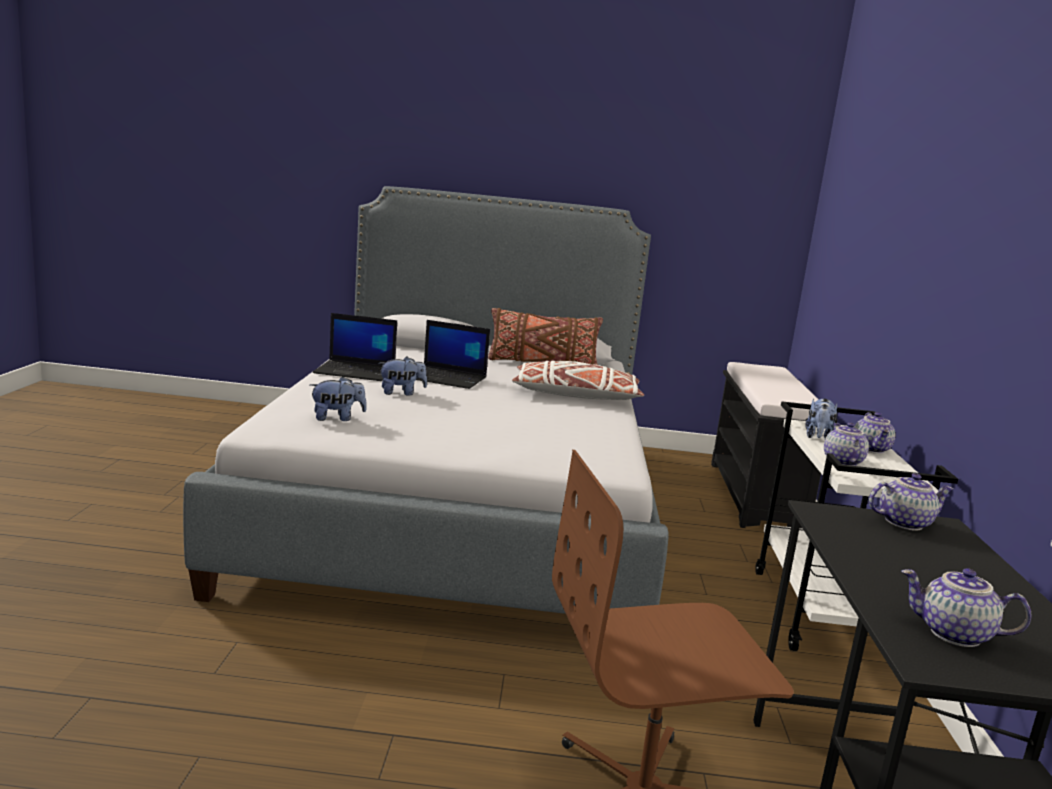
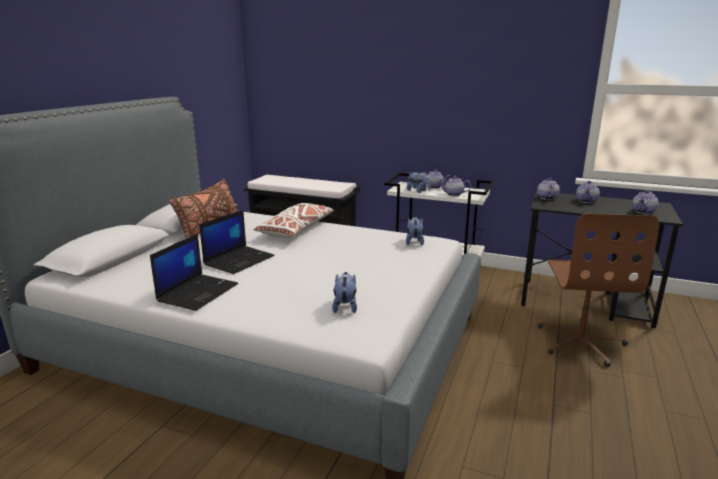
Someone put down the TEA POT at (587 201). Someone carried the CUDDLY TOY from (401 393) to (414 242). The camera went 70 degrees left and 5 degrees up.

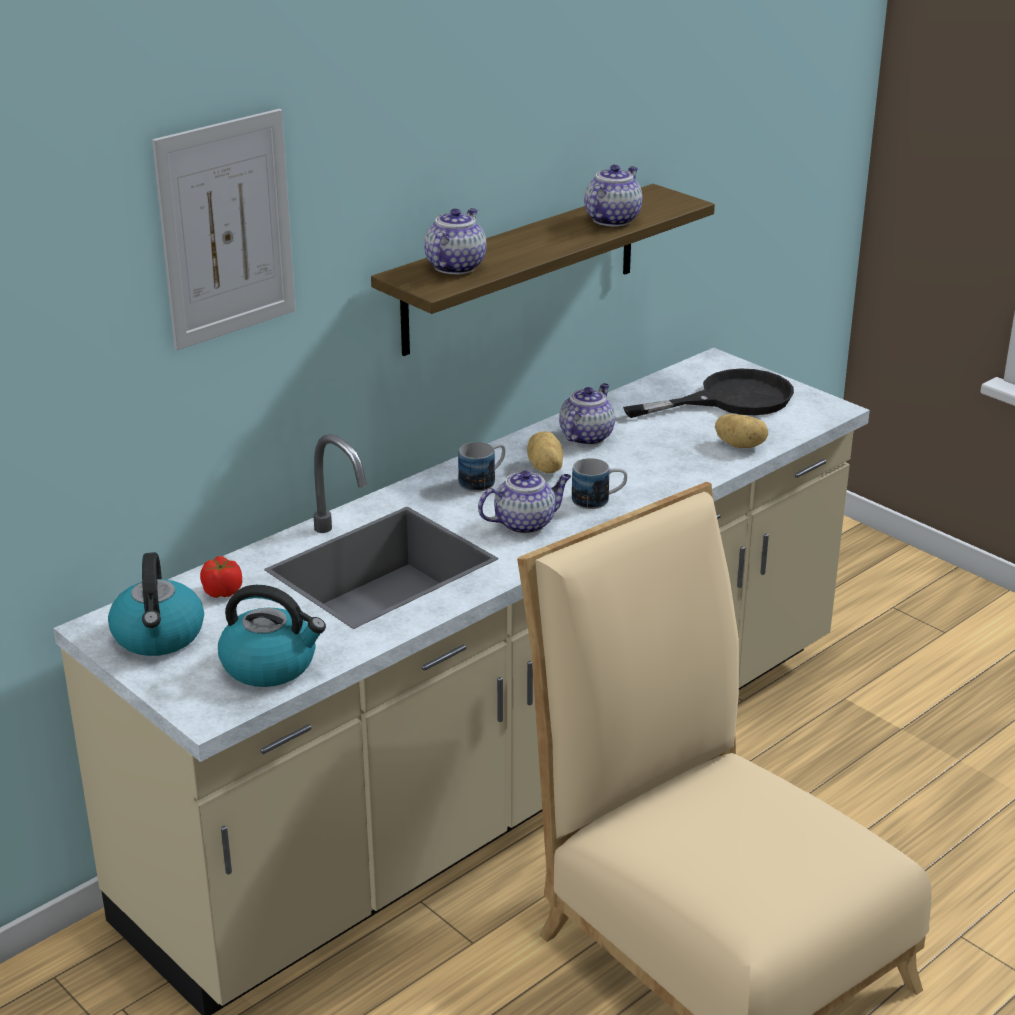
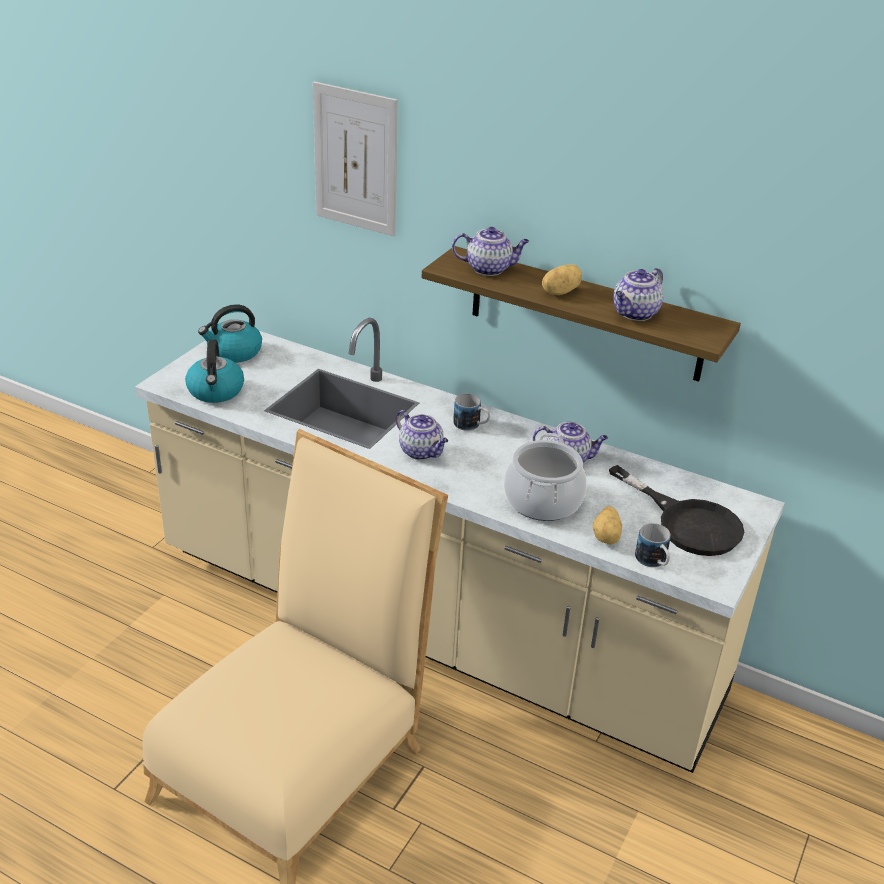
Someone took away the FRESH TOMATO at (222 591). Someone put down the STOCKPOT at (543 501). Someone carried the SPUD from (544 468) to (559 292). Someone carried the COFFEE MUG from (599 500) to (653 562). Someone rotated the TEA POT at (612 219) by 120 degrees clockwise. The camera went 70 degrees right and 5 degrees up.

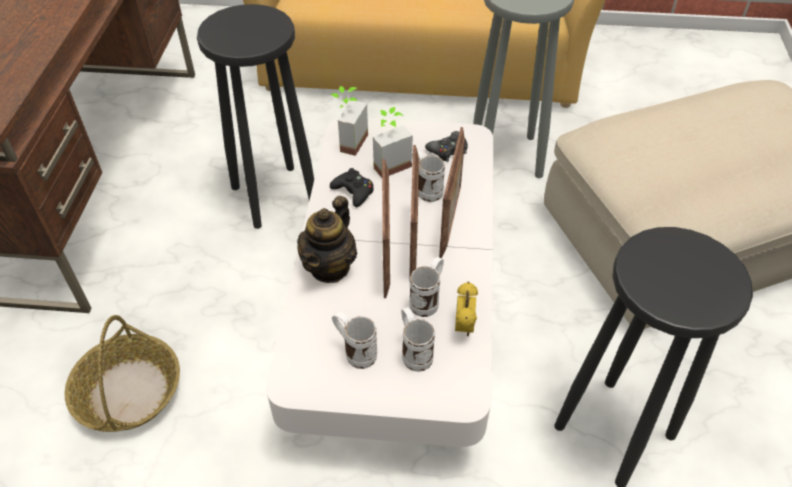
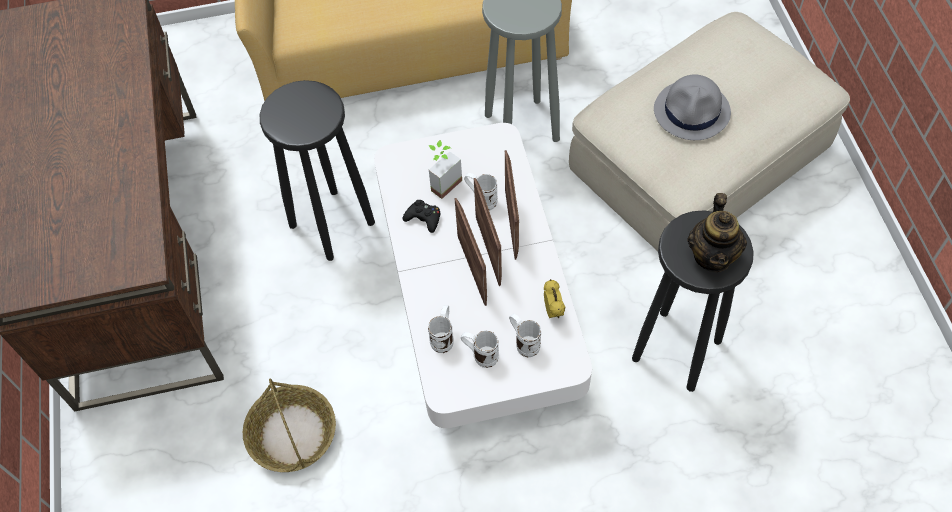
Someone took away the PLANT IN A POT at (347 141). Someone took away the BLACK GAMEPAD at (448 150). Someone put down the GREYISH WEARABLE HAT at (692 111). Someone carried the TEA POT from (330 267) to (712 256). Someone carried the WHITISH COFFEE MUG from (428 300) to (444 337). The camera went 15 degrees left and 10 degrees up.

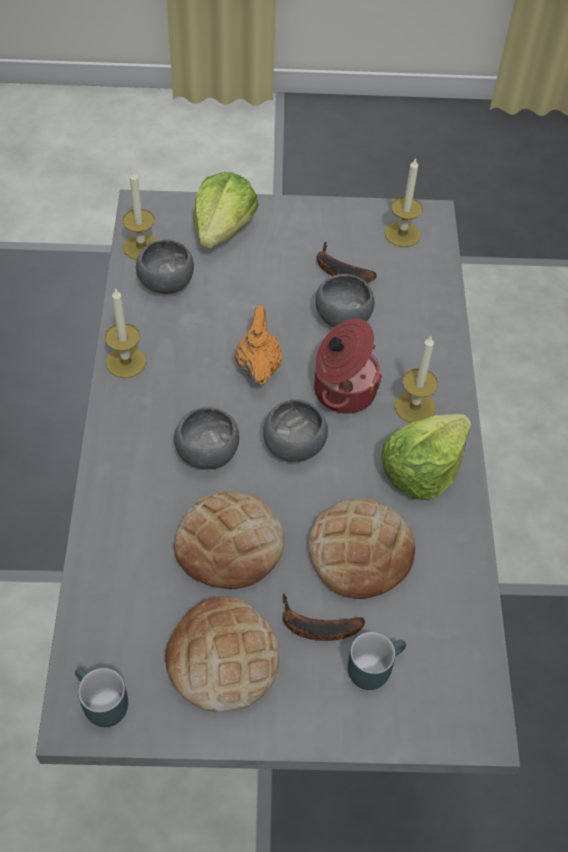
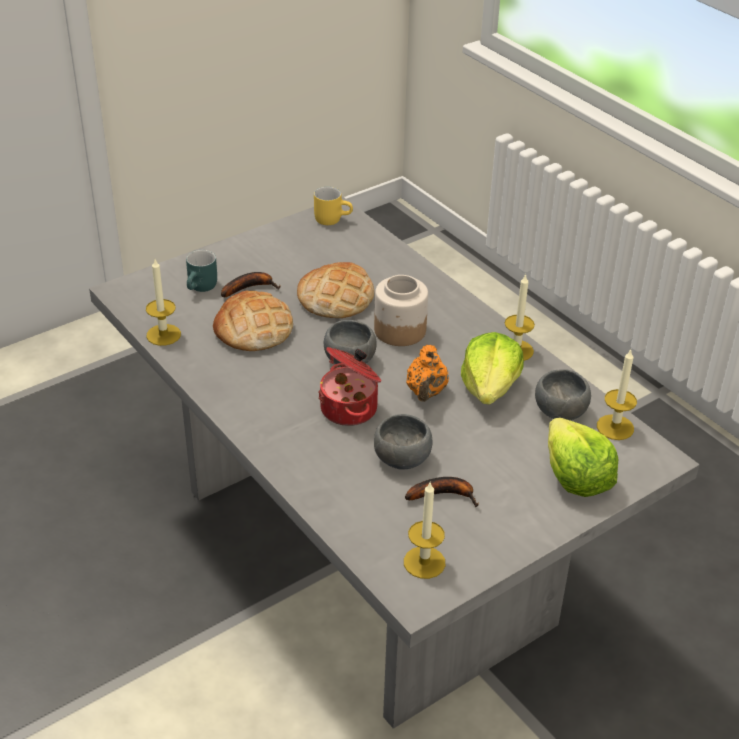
Someone took away the BREAD at (222 658). Someone carried the HEAD OF LETTUCE from (422 469) to (490 388). Someone carried the CANDLE from (414 407) to (163 335). Someone swapped the GREYISH DEEP DISH at (208 454) for the PRESERVE JAR at (399 330). Someone repainted the TURQUOISE-COLOURED COFFEE MUG at (99 705), which became the YELLOW COFFEE MUG at (332 218). Someone rotated the ORANGE TEA POT at (258 366) by 45 degrees clockwise. The camera went 145 degrees right and 15 degrees down.

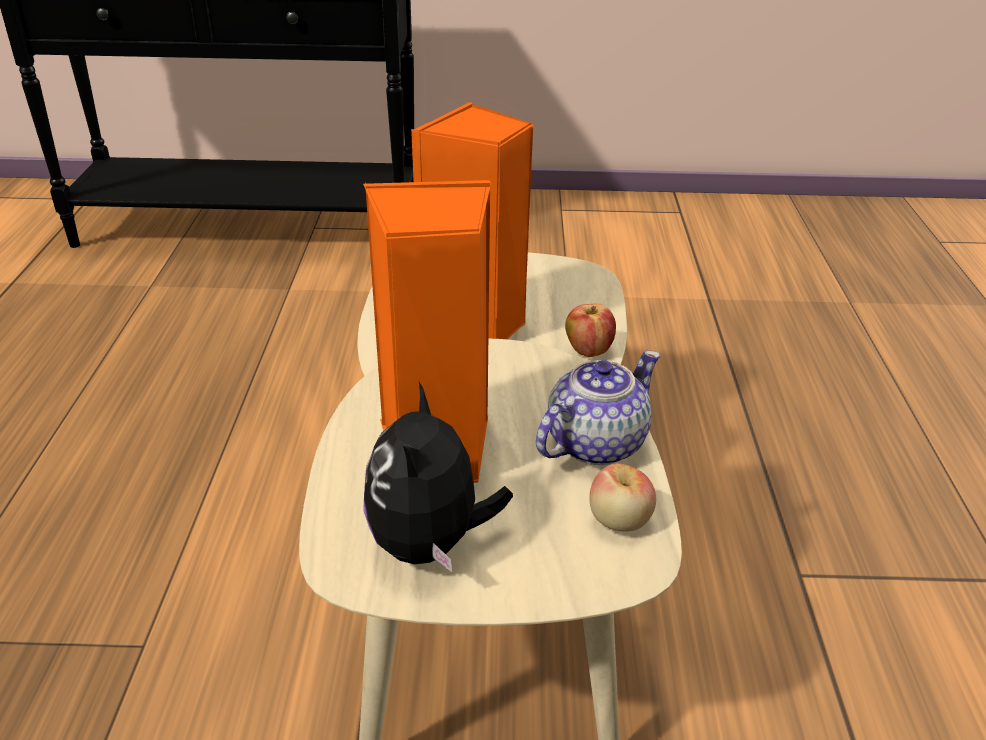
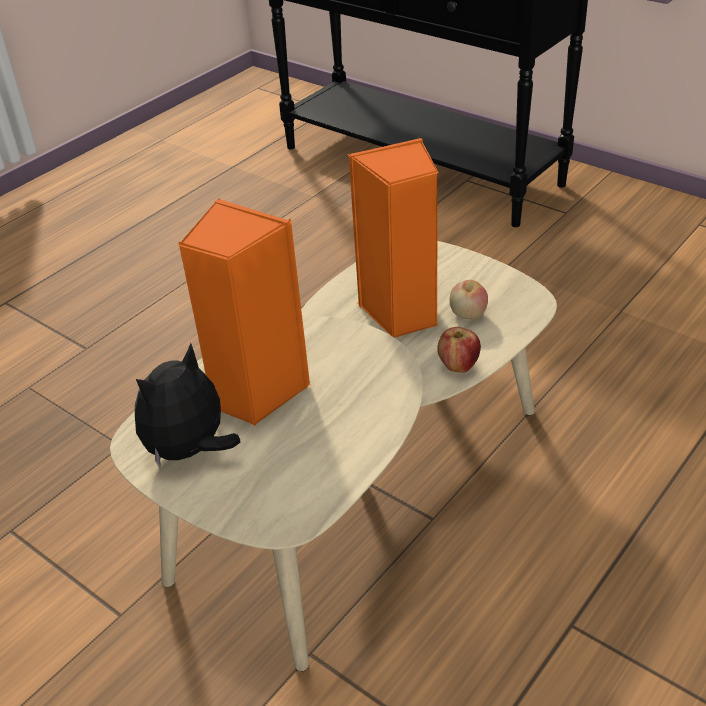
Someone took away the TEA POT at (594 443). Someone carried the WHOLE APPLE from (619 520) to (468 314). The camera went 40 degrees right and 5 degrees up.

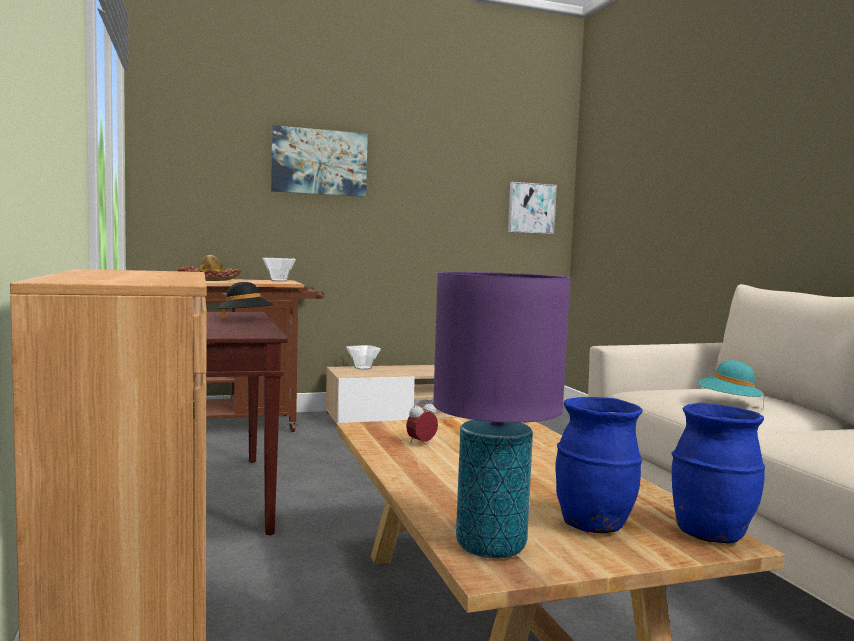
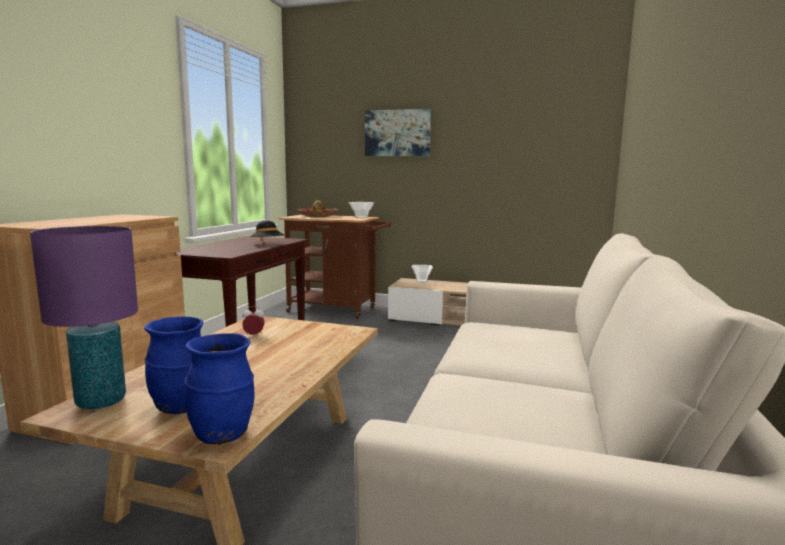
Someone took away the WALL PICTURE at (531 208). Someone took away the TURQUOISE-COLOURED WEARABLE HAT at (728 404). The camera went 35 degrees right and 5 degrees up.

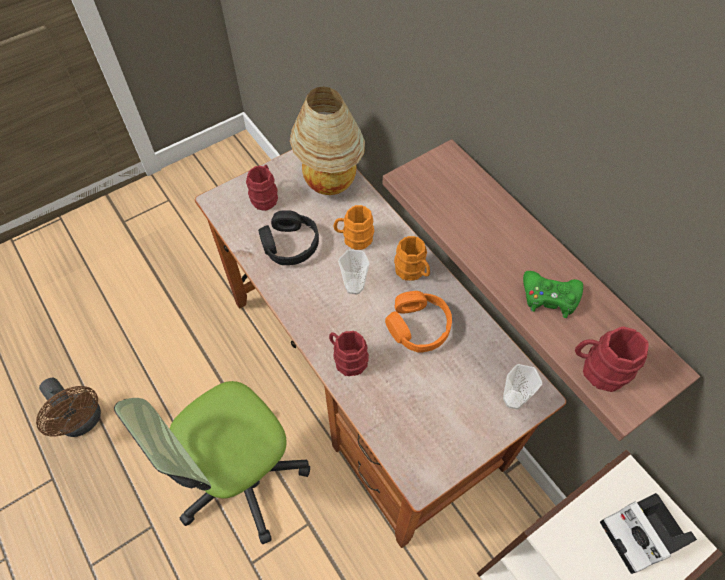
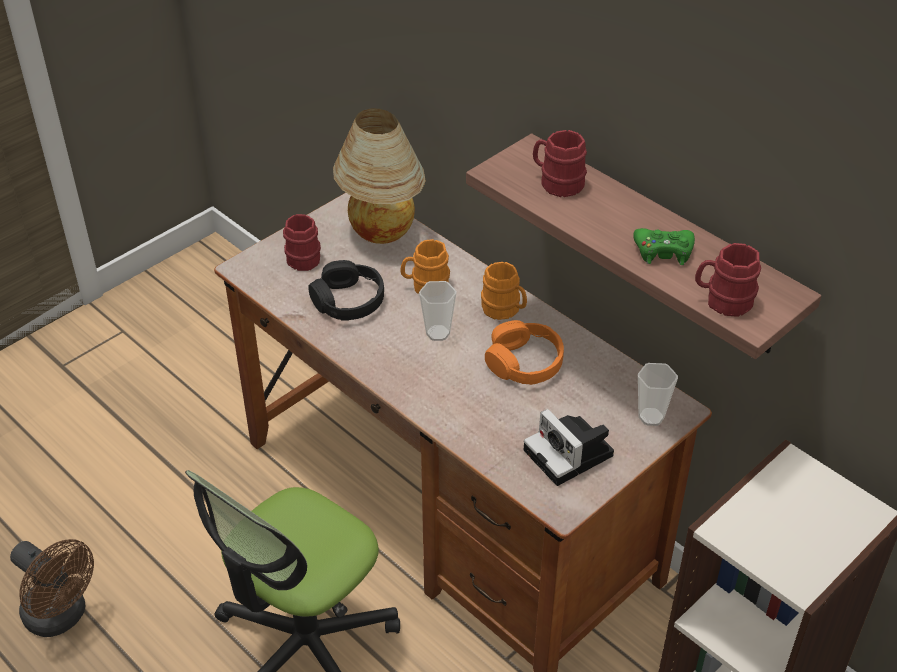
Someone carried the RED COFFEE MUG from (347 359) to (557 183). Someone carried the PHOTO CAMERA from (645 535) to (571 454). The camera went 10 degrees left and 15 degrees down.

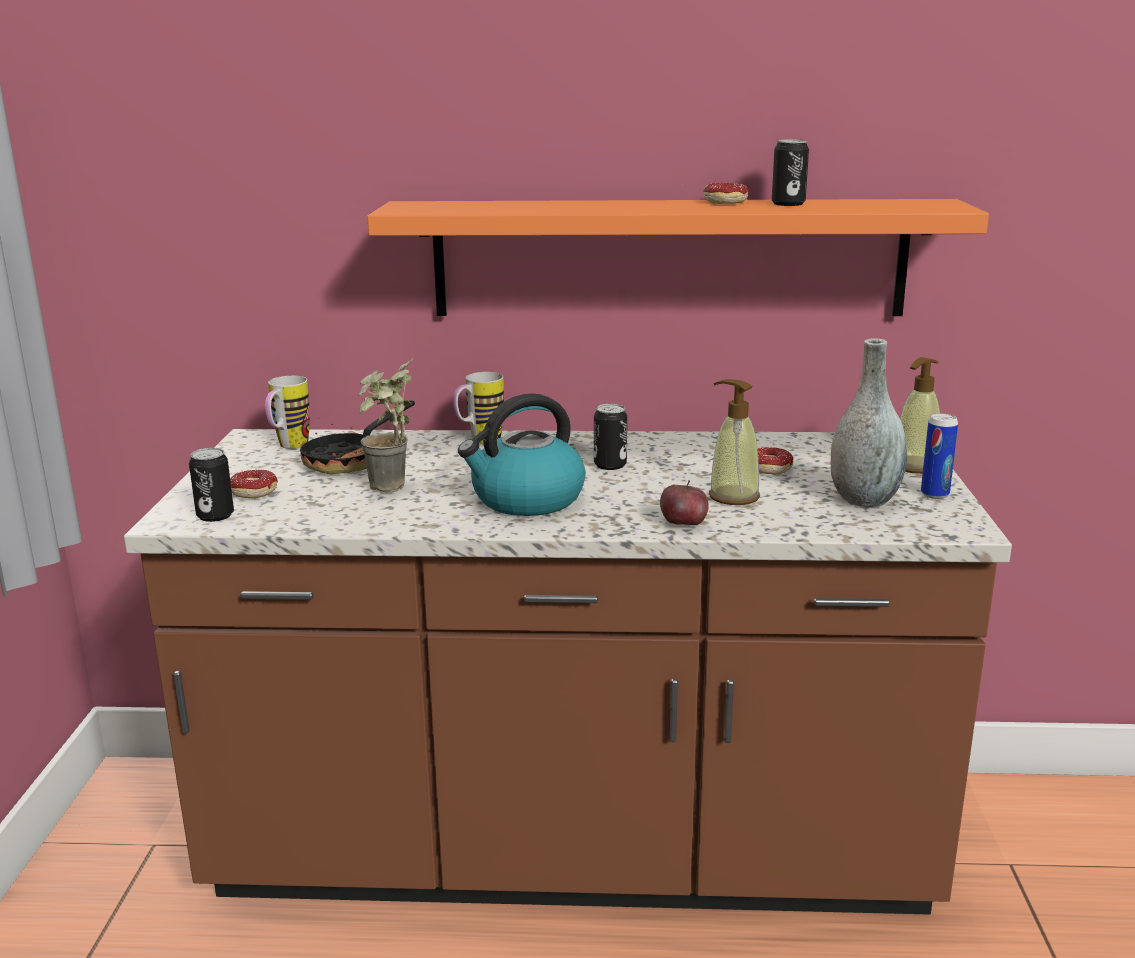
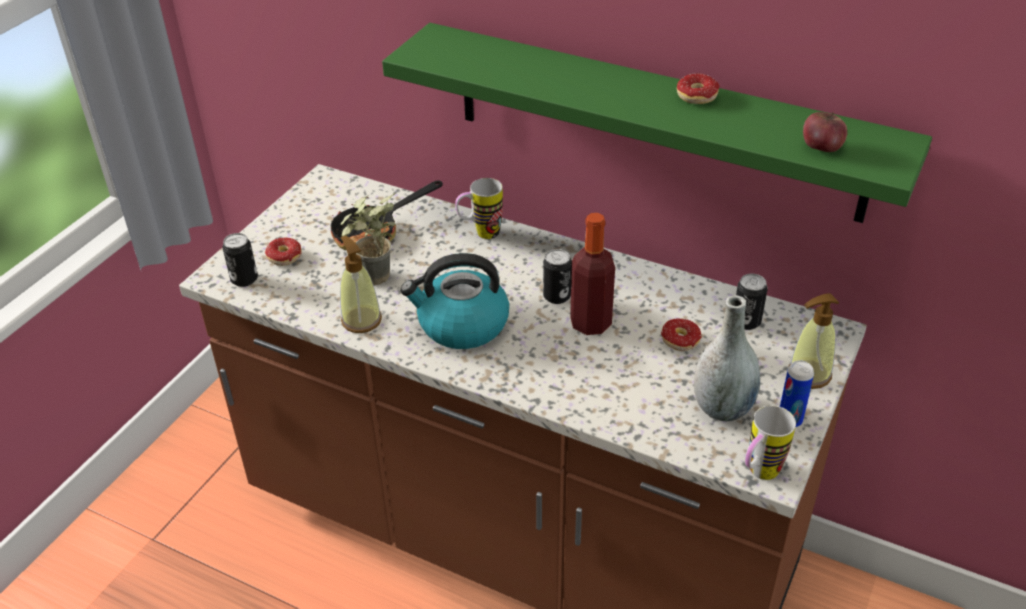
Someone put down the DRINK BOTTLE at (590 323). Someone carried the COFFEE MUG from (288 447) to (758 474). Someone carried the WHOLE APPLE from (683 524) to (821 147). Someone carried the SOAP DISPENSER from (733 496) to (361 320). Someone carried the CAN from (788 204) to (746 321). Someone repainted the ORANGE WALL SHELF at (668 258), which became the GREEN-COLOURED WALL SHELF at (655 121). The camera went 25 degrees right and 20 degrees up.

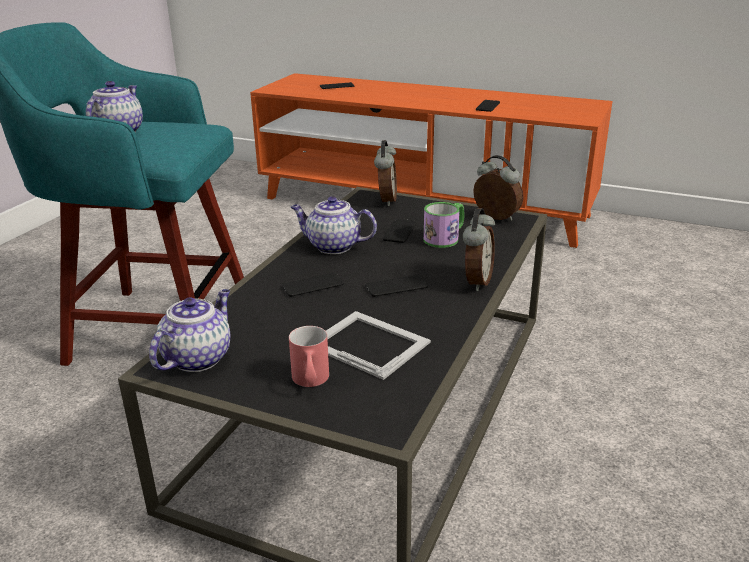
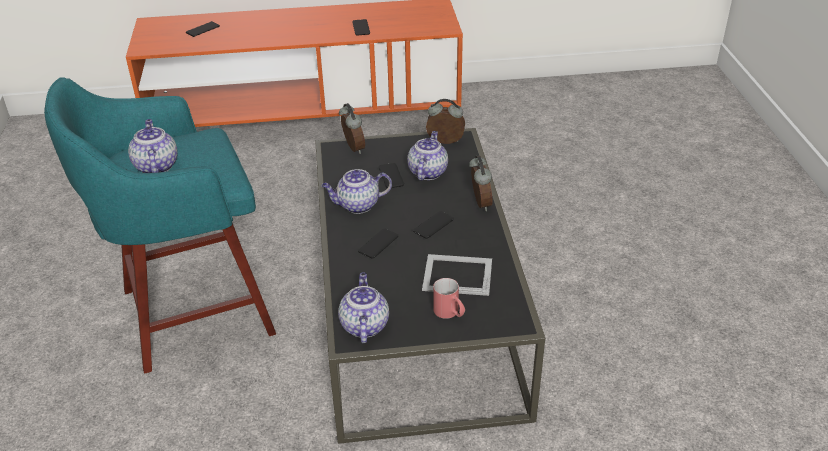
Someone swapped the COFFEE MUG at (445 238) for the TEA POT at (427 172). The camera went 30 degrees left and 10 degrees up.

